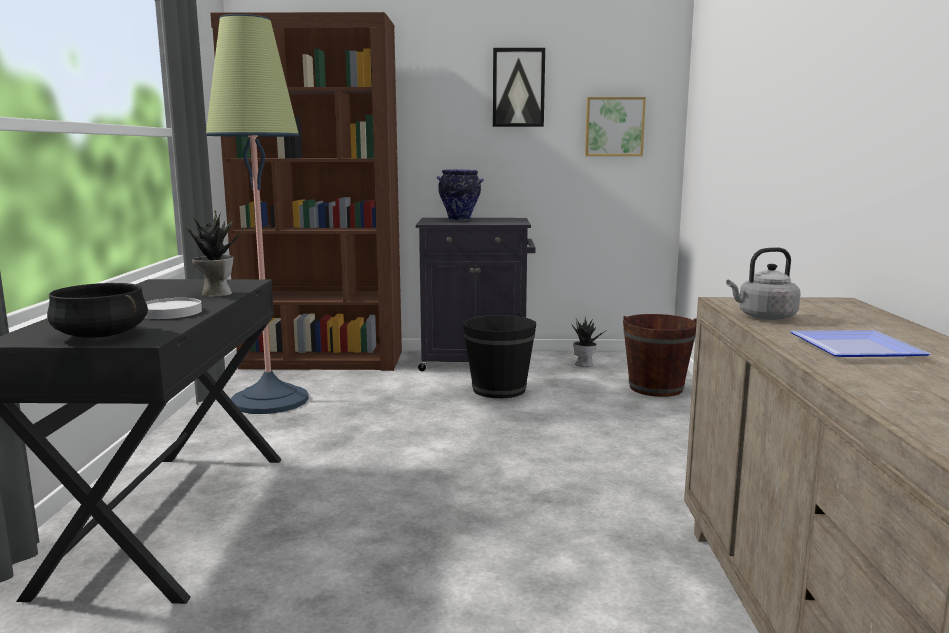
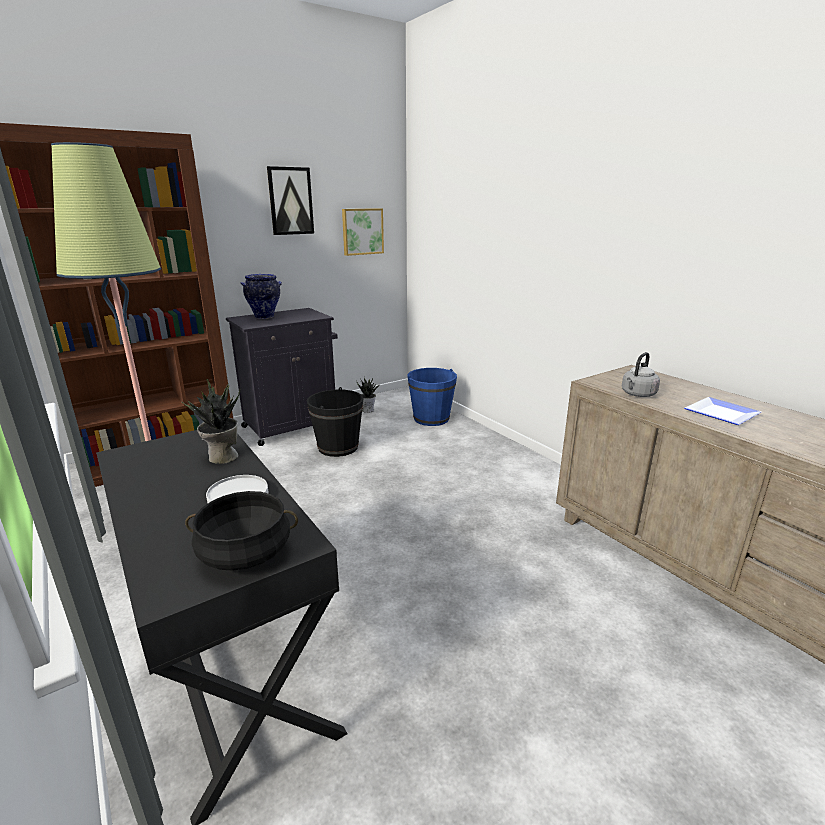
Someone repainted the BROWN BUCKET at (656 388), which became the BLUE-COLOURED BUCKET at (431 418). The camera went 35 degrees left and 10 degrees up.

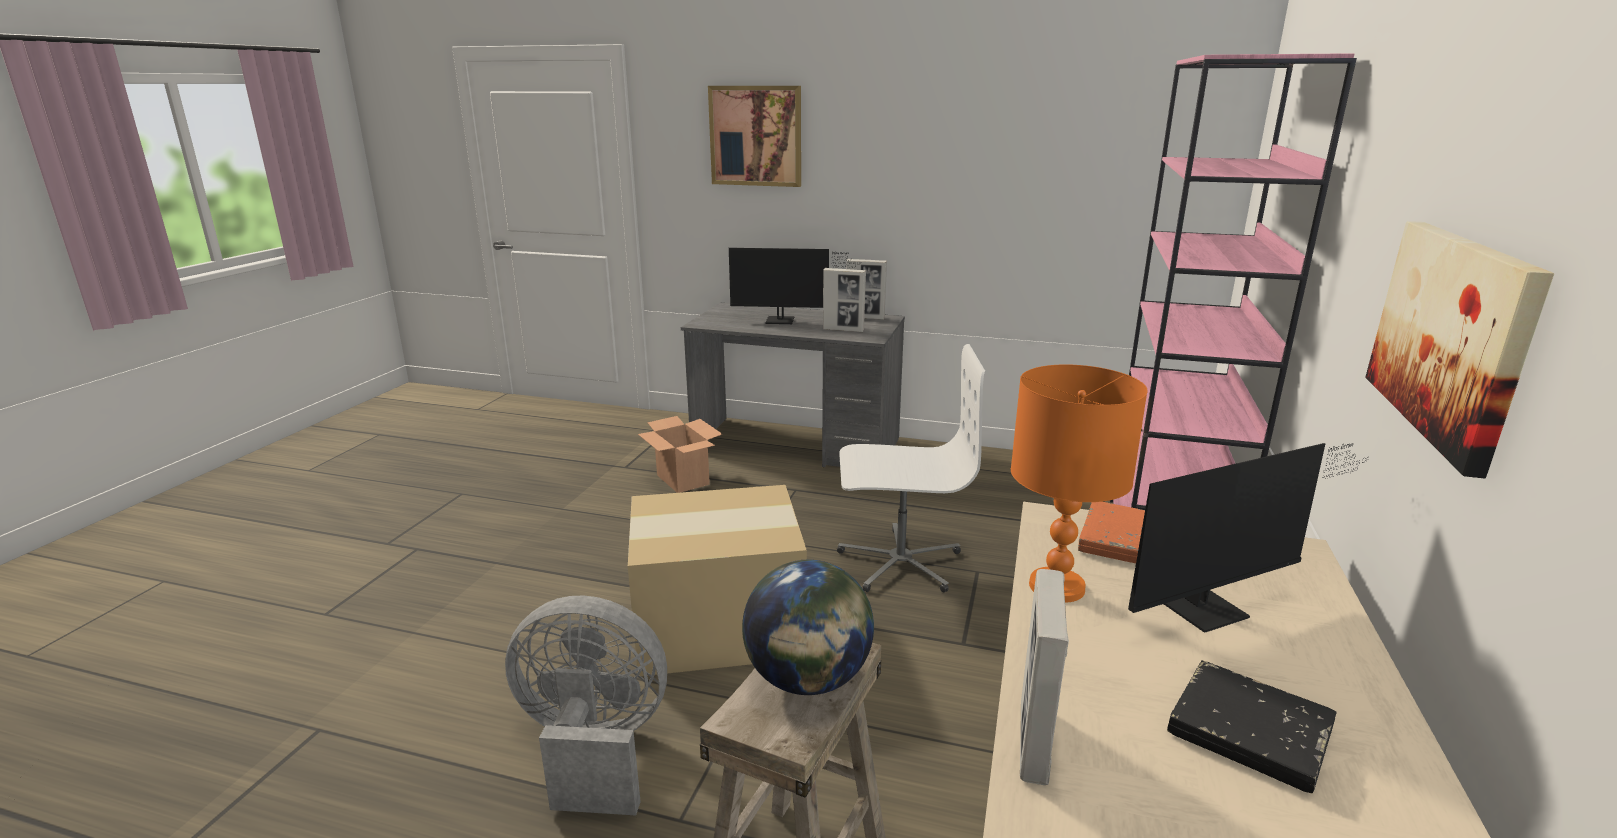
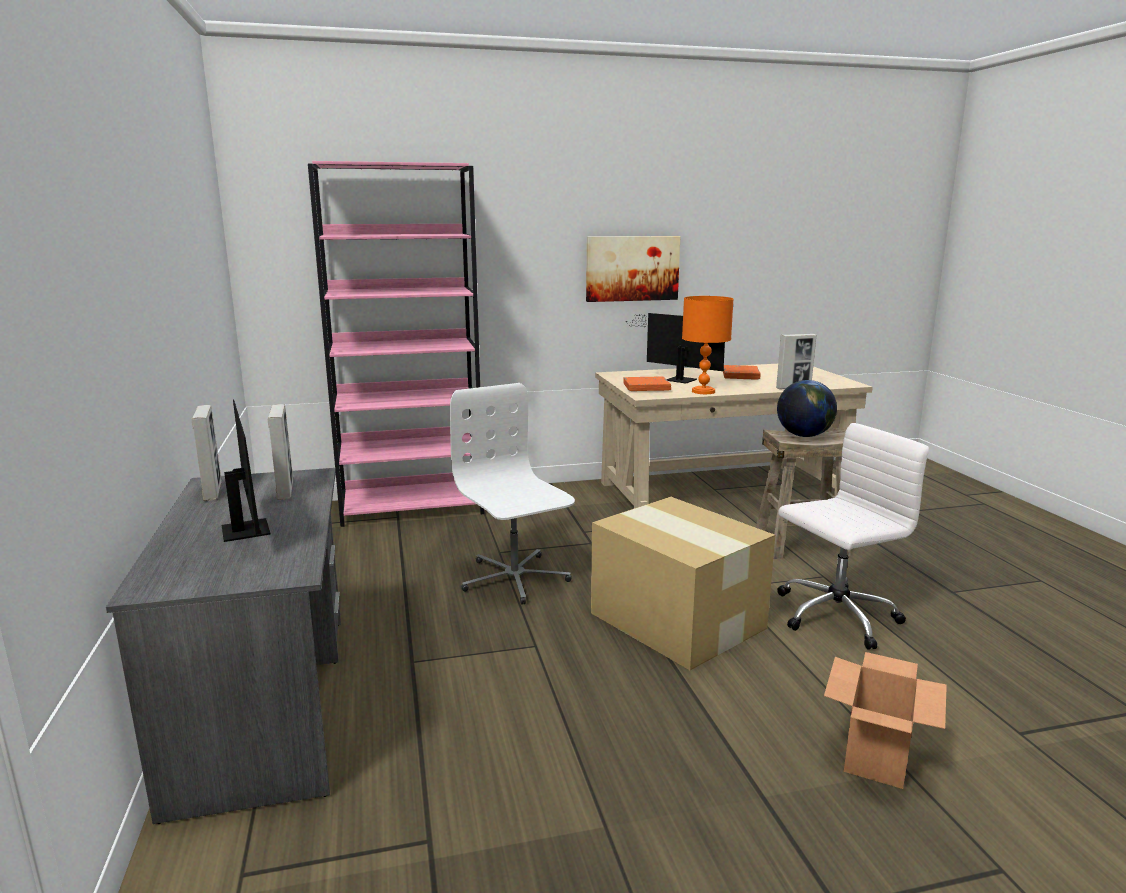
Someone took away the WALL PICTURE at (756 136). Someone carried the CARTON from (683 480) to (876 756). Someone swapped the GREYISH FAN at (593 749) for the WHITISH COMPUTER CHAIR at (834 616). Someone repainted the BLACK BOUND BOOK at (1249 731), which became the ORANGE BOUND BOOK at (740 376). The camera went 120 degrees left and 5 degrees down.

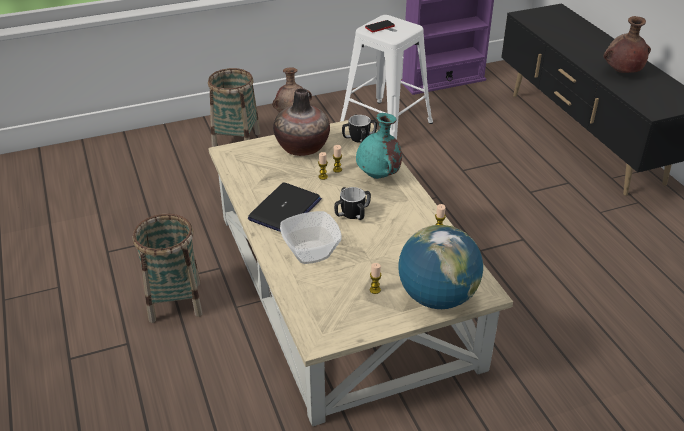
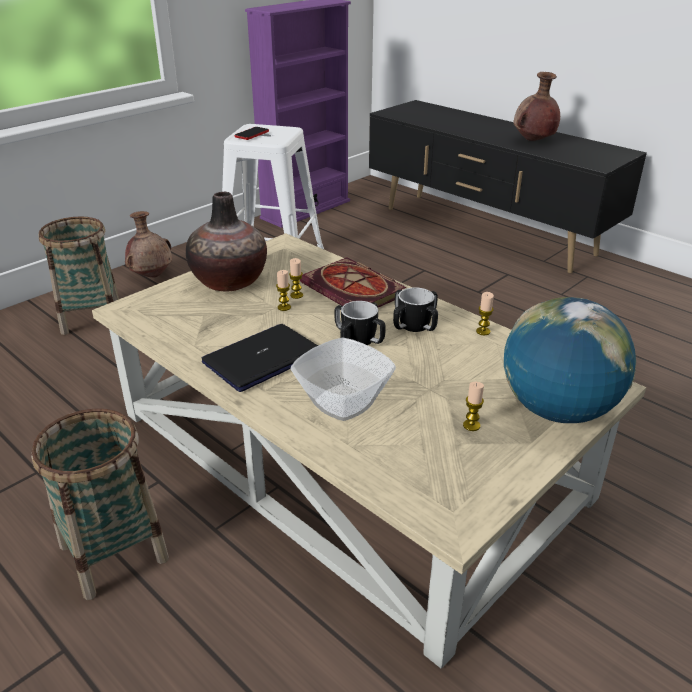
Someone carried the COFFEE MUG from (359 138) to (414 326). Someone swapped the TURQUOISE-COLOURED FLOWER VASE at (379 176) for the BOUND BOOK at (355 290). Someone rotated the LAPTOP at (285 209) by 135 degrees counterclockwise. The camera went 25 degrees left and 5 degrees down.

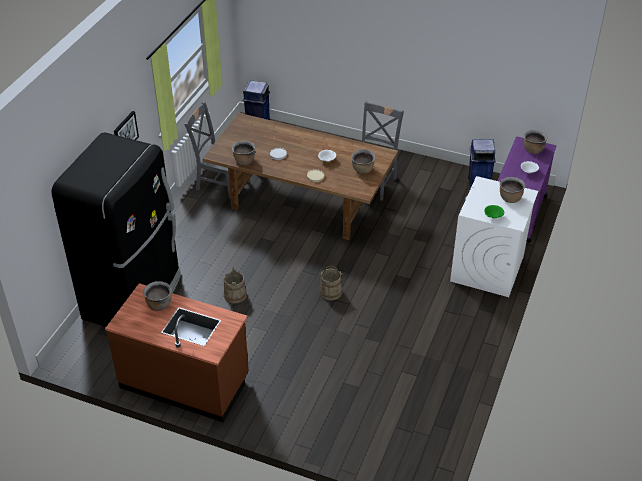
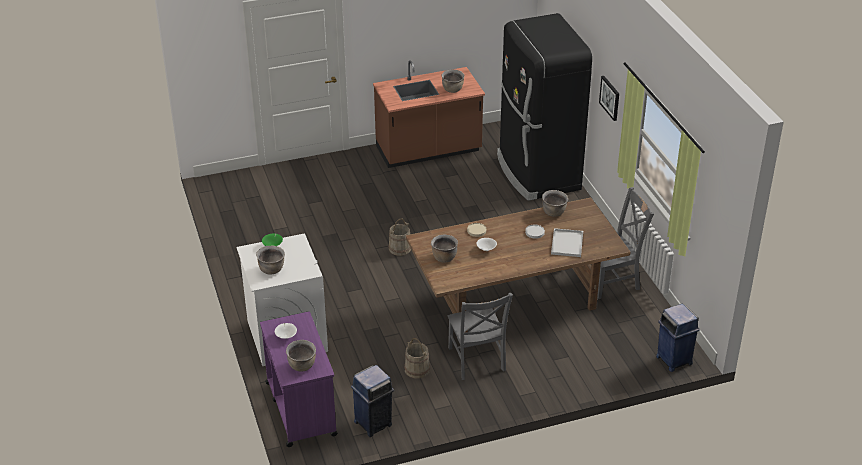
Someone put down the WHITISH SERVING TRAY at (567 244). Someone carried the BEIGE BUCKET from (235 295) to (417 369). The camera went 140 degrees right and 5 degrees down.

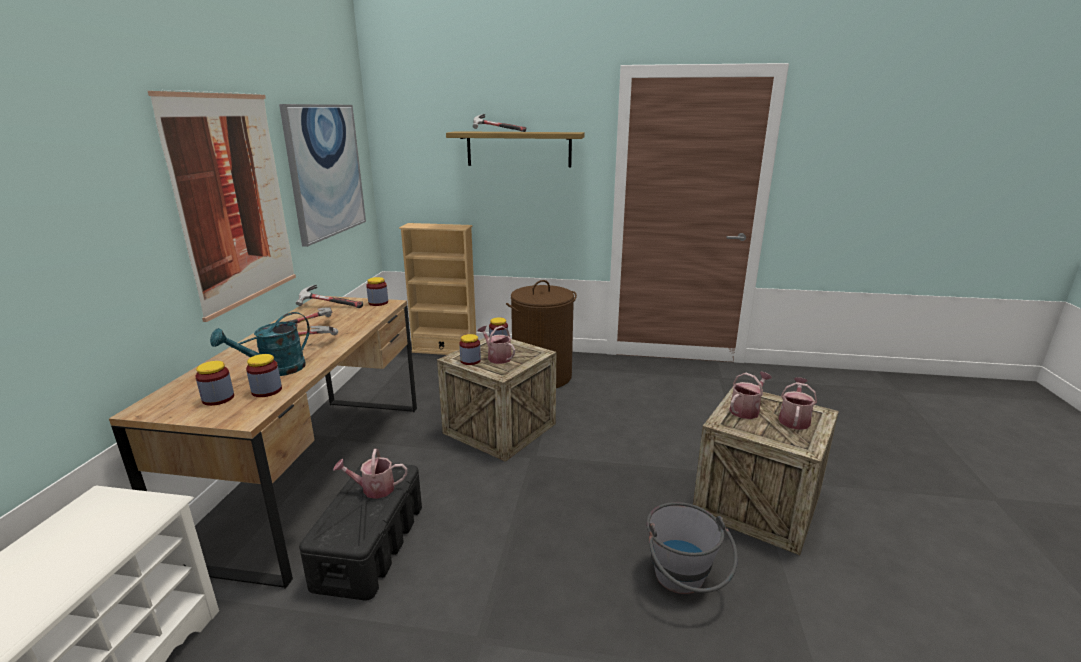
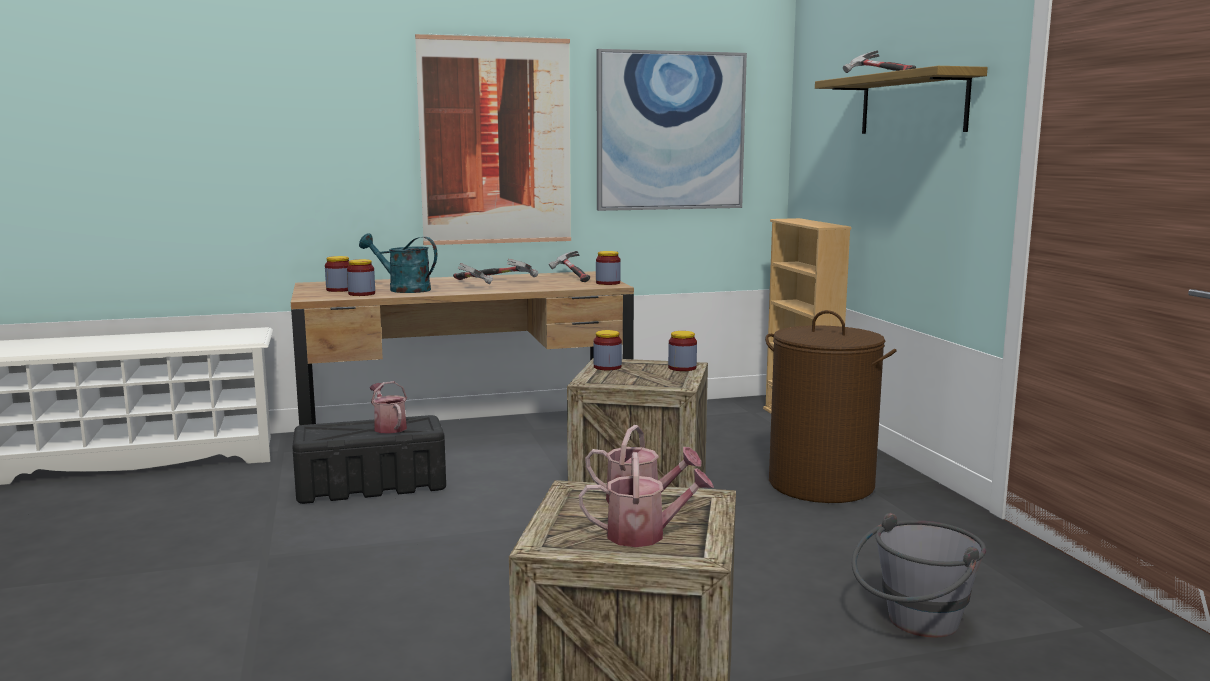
Someone took away the WATERING CAN at (497 357). Someone carried the GREYISH BUCKET from (684 583) to (914 625). The camera went 65 degrees right and 10 degrees down.

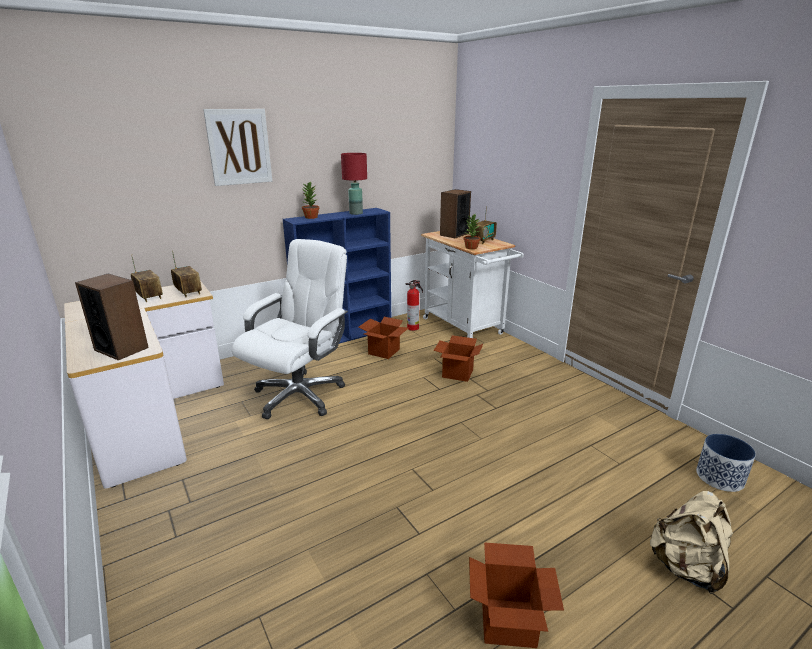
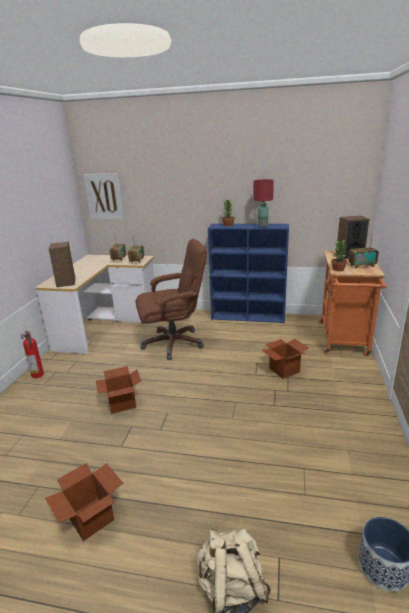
Someone carried the WALL PICTURE from (239 147) to (104 196). Someone carried the CARTON from (384 351) to (122 403). Someone carried the EXTINGUISHER from (414 328) to (38 375). Someone repainted the WHITISH COMPUTER CHAIR at (299 395), which became the BROWN COMPUTER CHAIR at (174 343). Someone repainted the WHITISH WHEELED CART at (466 328), which became the ORANGE WHEELED CART at (343 340). The camera went 45 degrees right and 0 degrees up.

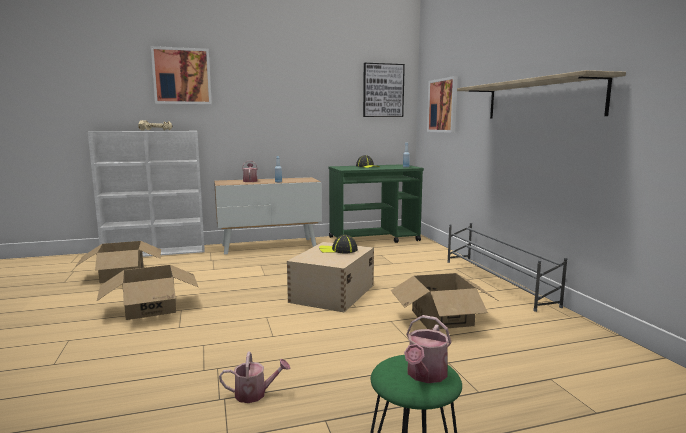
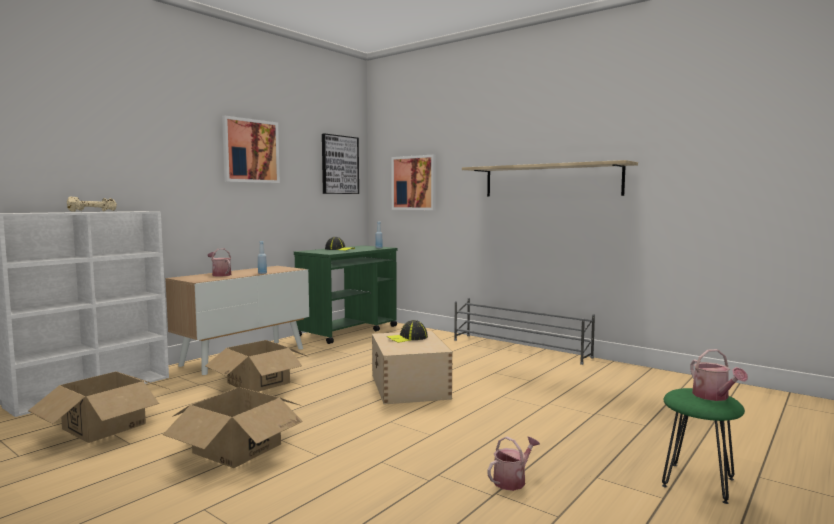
Someone carried the WALL PICTURE from (182 76) to (250 151). Someone carried the CARTON from (441 318) to (258 383). The camera went 35 degrees left and 5 degrees down.

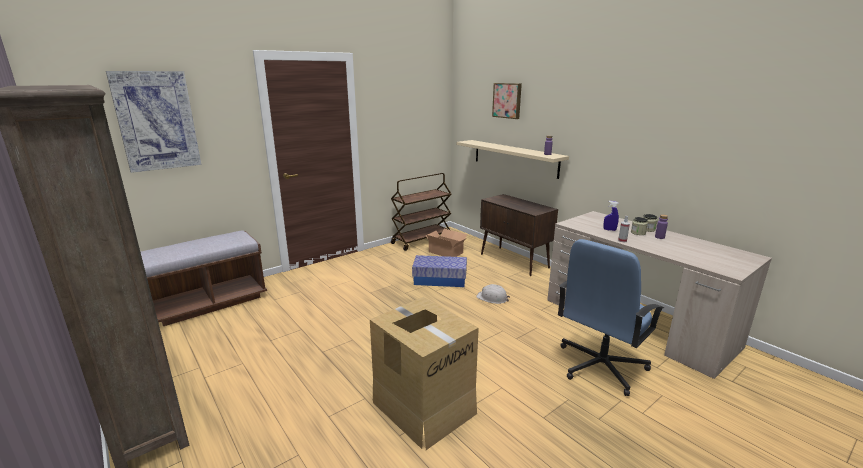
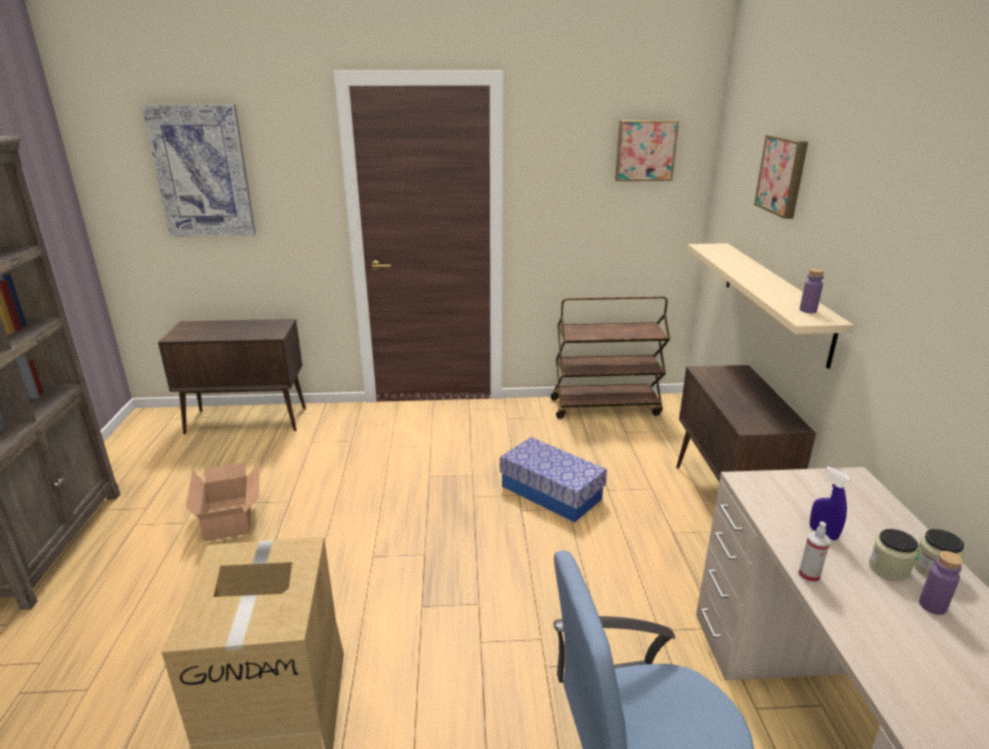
Someone took away the WHITISH WORK HELMET at (492 298). Someone put up the WALL PICTURE at (645 150). Someone carried the CARTON from (446 252) to (231 516). Someone swapped the BROWN INDOOR BENCH at (209 303) for the BROWN CUPBOARD at (248 420). The camera went 35 degrees right and 5 degrees up.

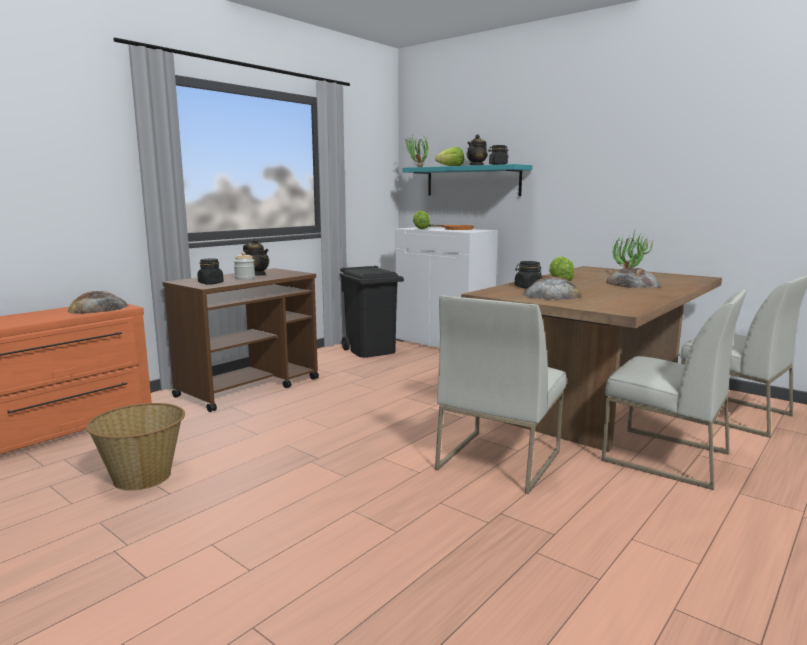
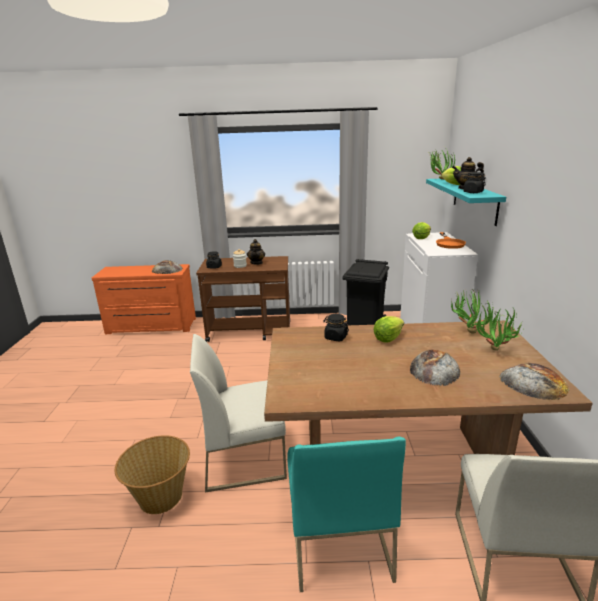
Someone put down the PLANT IN A POT at (467 331). Someone carried the STORAGE BASKET from (143 477) to (160 497). Someone carried the BREAD from (552 295) to (533 383). Someone repainted the WHITISH CHAIR at (664 457), which became the TURQUOISE-COLOURED CHAIR at (338 539). The camera went 50 degrees right and 10 degrees up.

